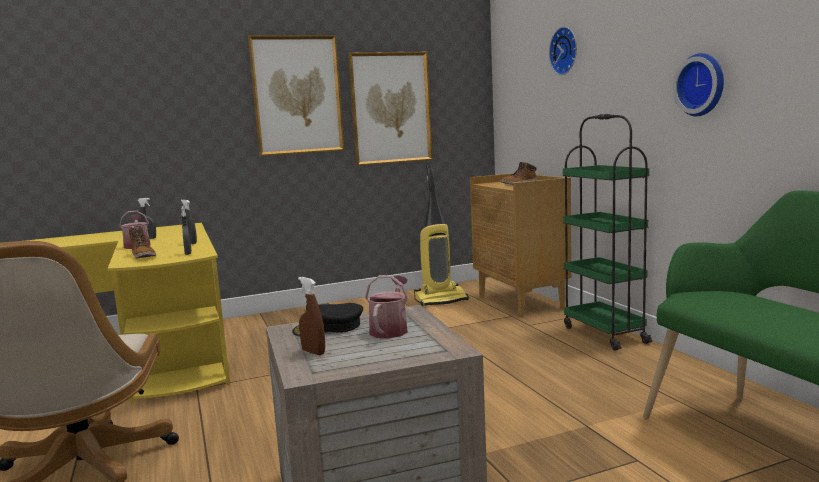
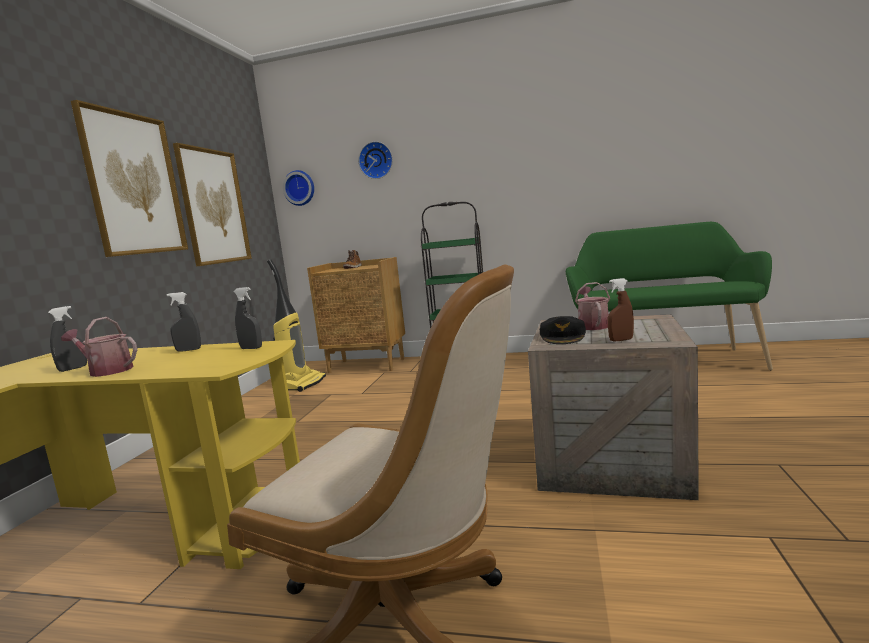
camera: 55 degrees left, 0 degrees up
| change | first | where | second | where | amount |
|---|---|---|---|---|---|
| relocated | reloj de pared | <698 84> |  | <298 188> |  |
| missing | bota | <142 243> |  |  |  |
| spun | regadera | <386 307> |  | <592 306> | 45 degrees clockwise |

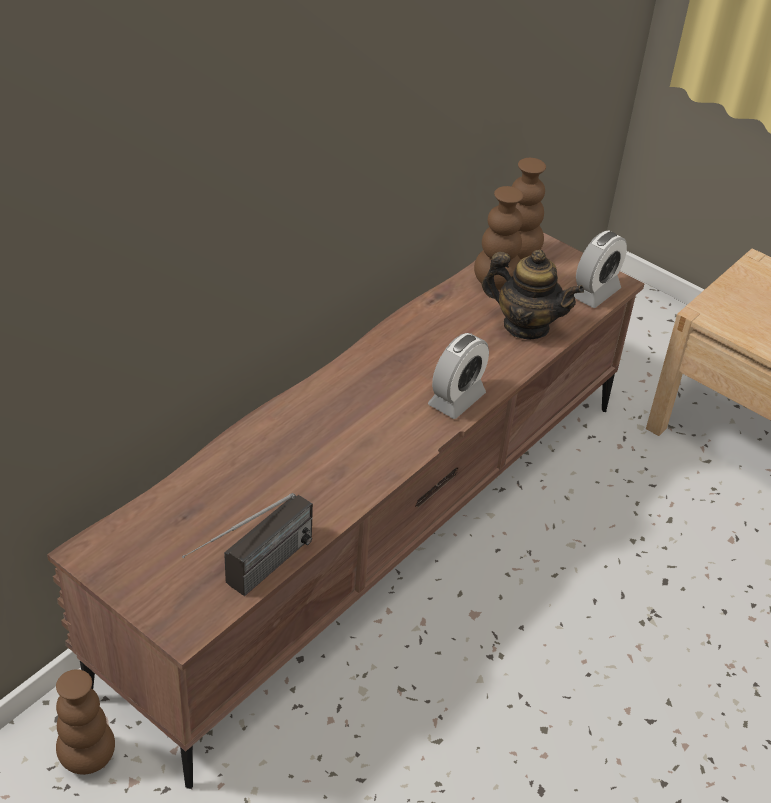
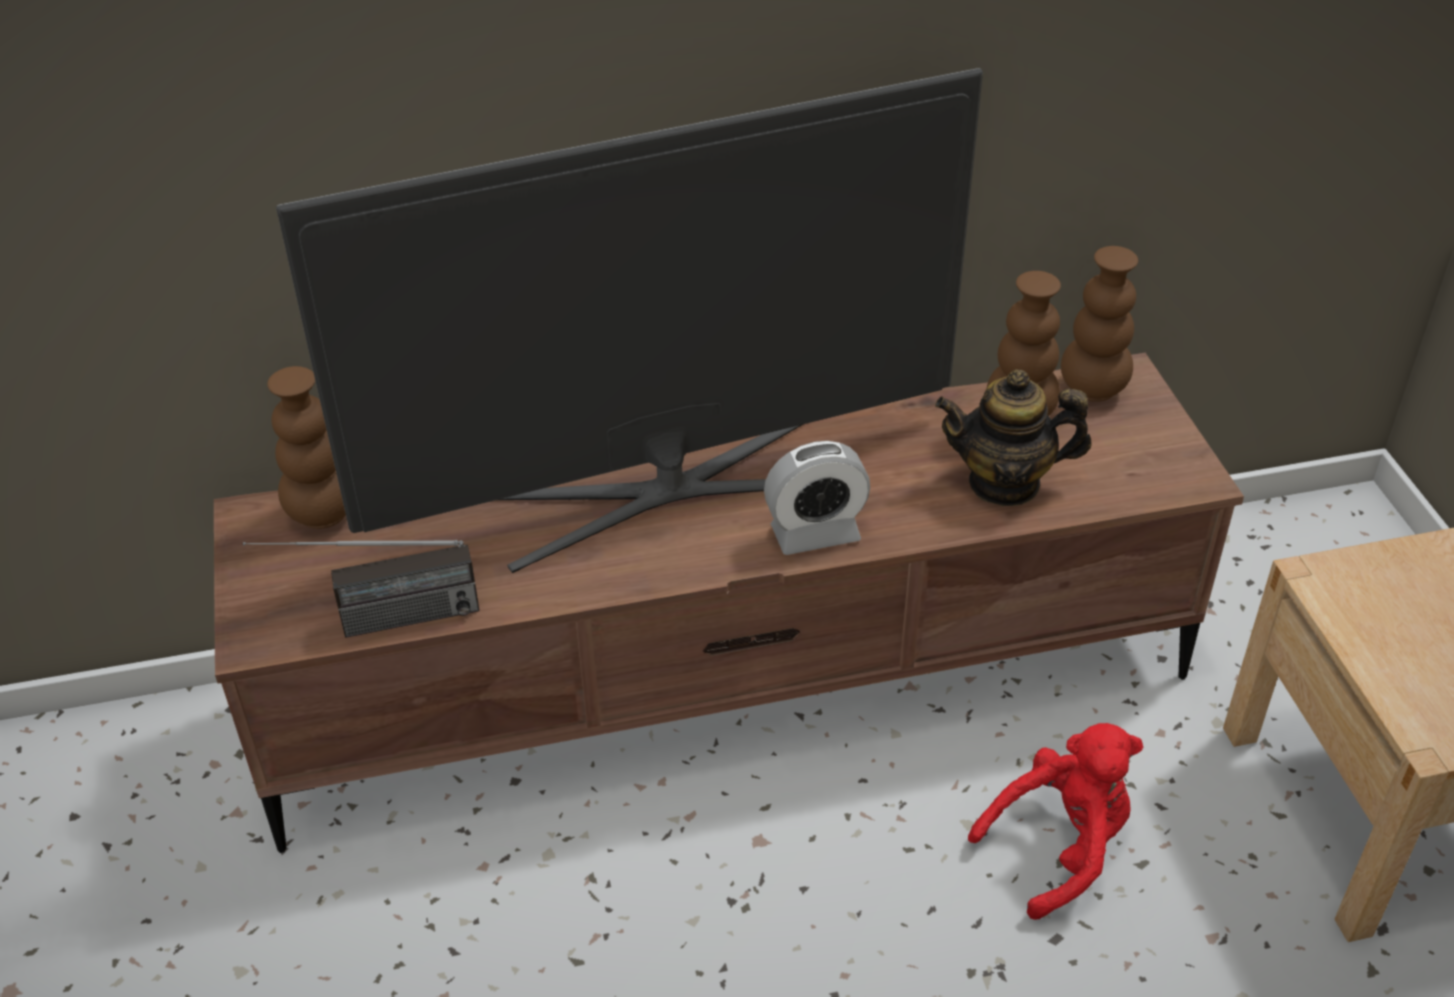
camera: 40 degrees right, 0 degrees up
| change | first | where | second | where | amount |
|---|---|---|---|---|---|
| missing | despertador | <600 269> |  |  |  |
| spun | tetera | <533 294> |  | <1013 437> | 120 degrees clockwise |
| relocated | florero [marrón] | <85 722> |  | <306 447> |  |
| appeared |  |  | televisor | <629 320> |  |
| appeared |  |  | peluche [rojo] | <1055 821> |  |

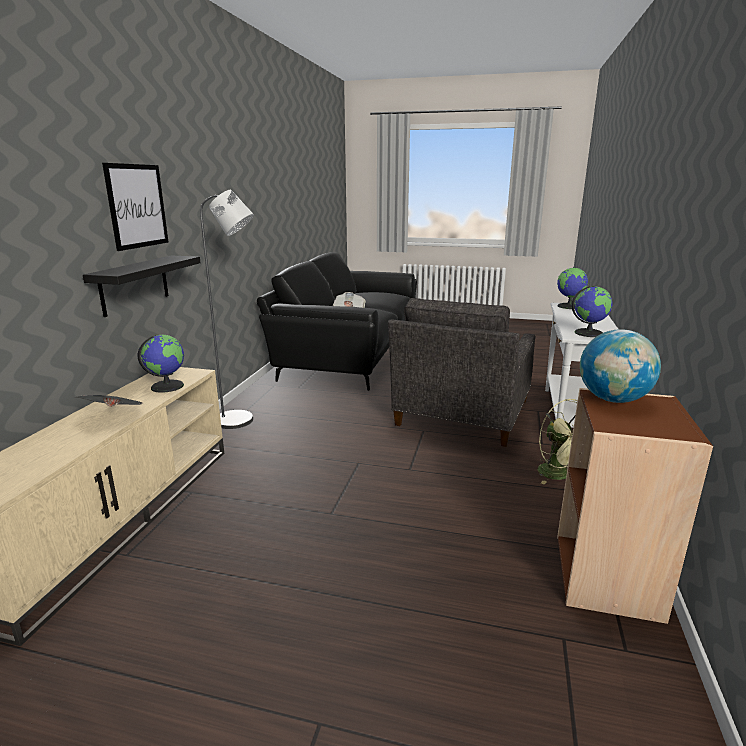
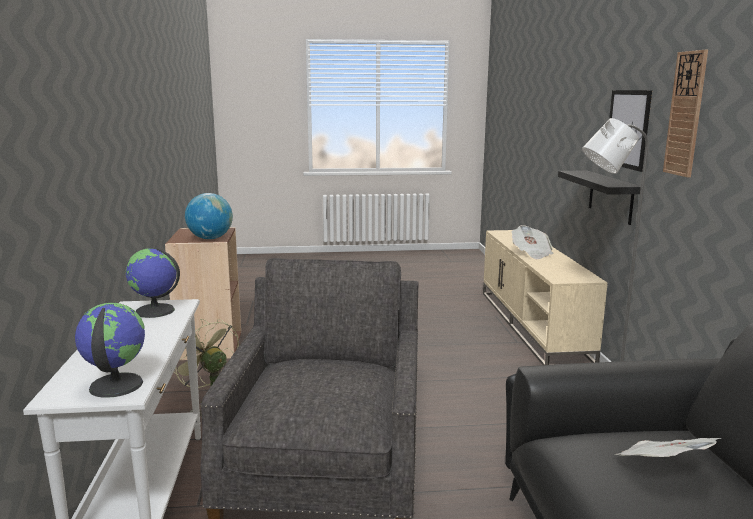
camera: 160 degrees right, 5 degrees down
| change | first | where | second | where | amount |
|---|---|---|---|---|---|
| missing | globo terráqueo | <161 364> |  |  |  |
| appeared |  |  | reloj de pared | <685 113> |  |

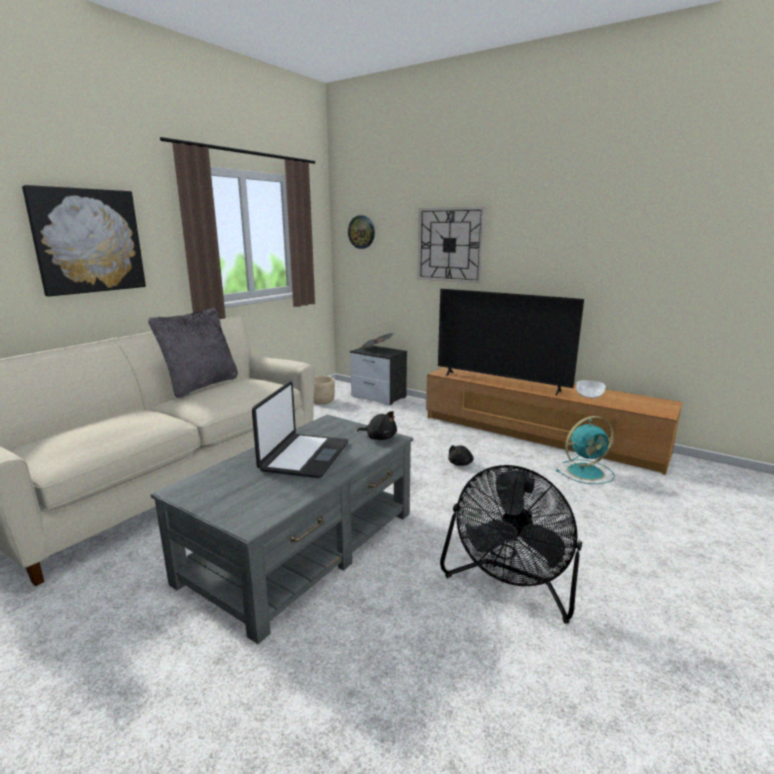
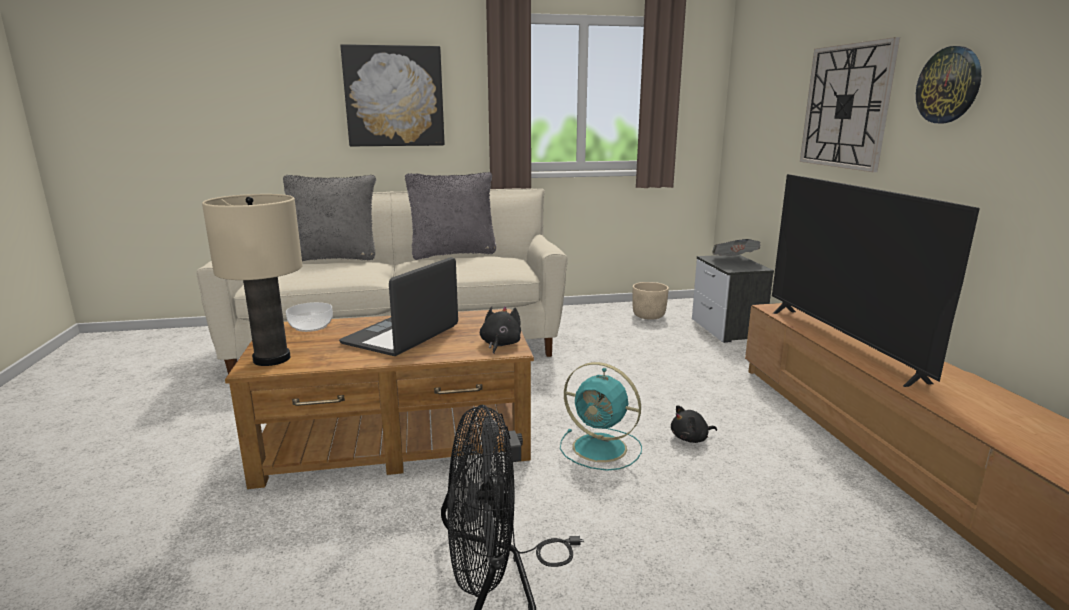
camera: 45 degrees right, 0 degrees up
| change | first | where | second | where | amount |
|---|---|---|---|---|---|
| relocated | reloj de pared | <361 232> |  | <948 84> |  |
| relocated | cuenco | <591 389> |  | <309 317> |  |
| spun | portátil | <300 429> |  | <398 306> | 150 degrees clockwise |
| spun | peluche [negro] | <377 425> |  | <500 330> | 150 degrees counterclockwise |
| colour | mesa de centro [gris] | <282 529> | mesa de centro [marrón] | <379 399> |  |
| relocated | ventilador [turquesa] | <585 450> |  | <601 416> |  |
| appeared |  |  | cojín [gris] | <329 218> |  |
| appeared |  |  | lámpara de mesa [beis] | <252 280> |  |

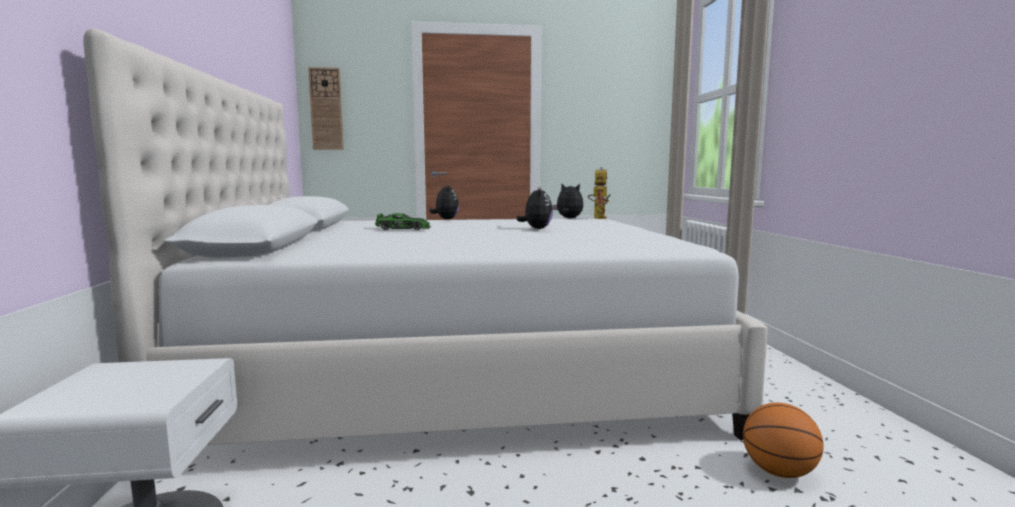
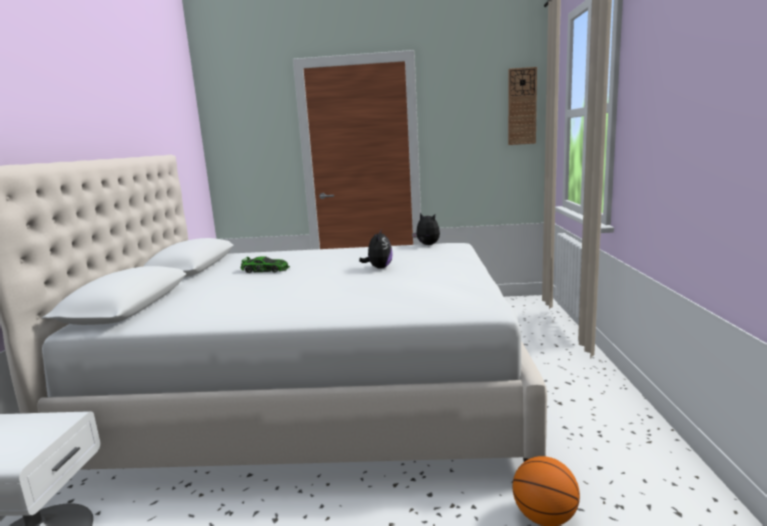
camera: 10 degrees right, 5 degrees up
| change | first | where | second | where | amount |
|---|---|---|---|---|---|
| relocated | reloj de pared | <326 108> |  | <522 106> |  |
| missing | robot de juguete | <599 193> |  |  |  |
| missing | peluche | <444 201> |  |  |  |

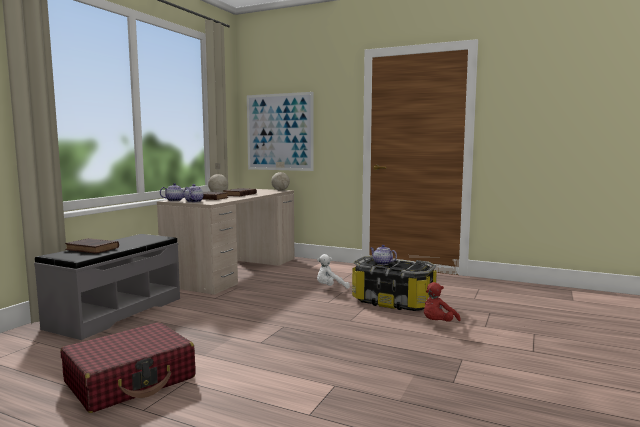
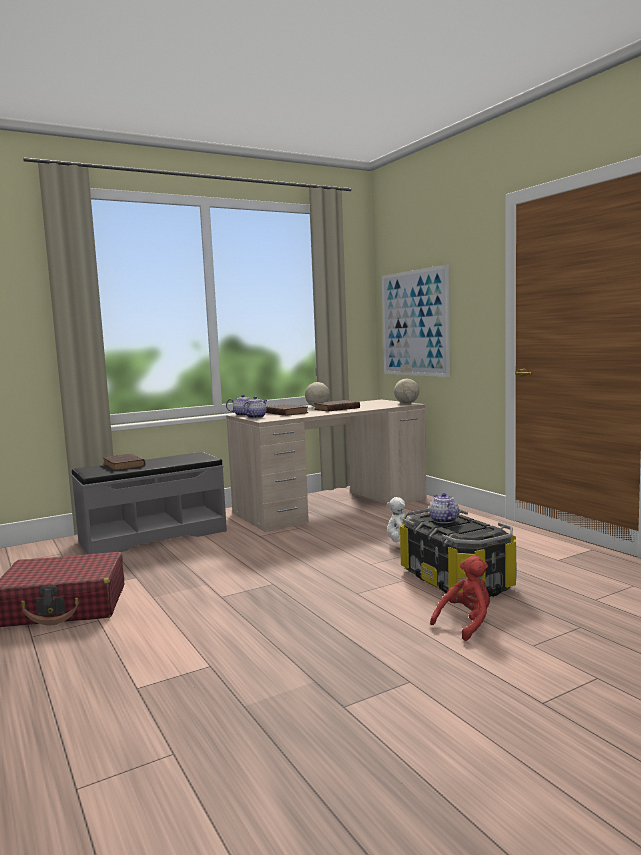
camera: 35 degrees right, 0 degrees up
| change | first | where | second | where | amount |
|---|---|---|---|---|---|
| spun | peluche [rojo] | <442 302> |  | <460 598> | 150 degrees clockwise |

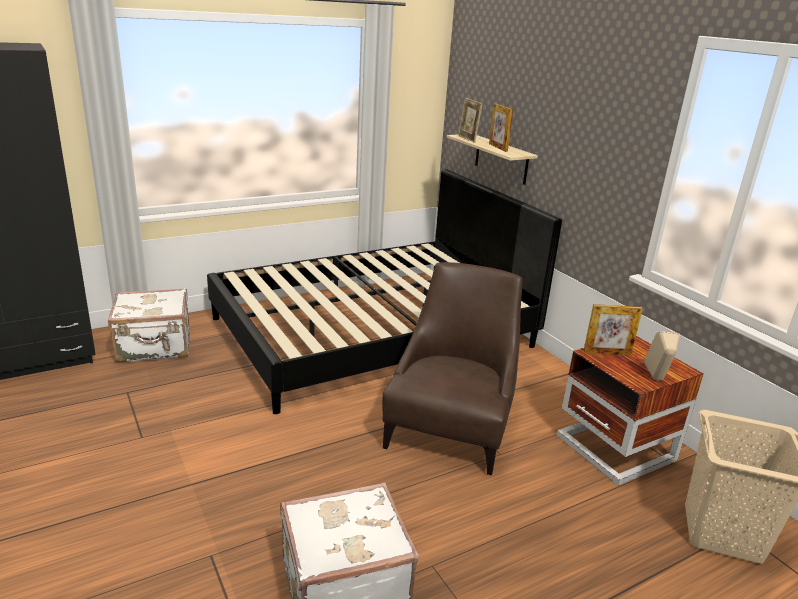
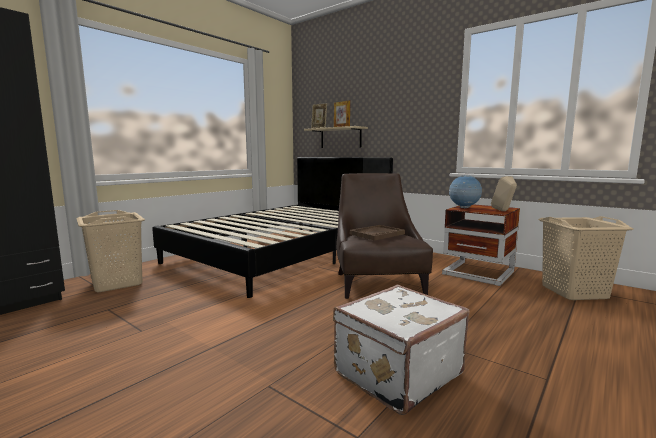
camera: 20 degrees left, 15 degrees down
| change | first | where | second | where | amount |
|---|---|---|---|---|---|
| exchanged | maleta [blanco] | <149 325> | cesto de la ropa [beis] | <110 251> |  |
| exchanged | portarretratos | <613 330> | globo terráqueo | <465 191> |  |
| appeared |  |  | bandeja [marrón] | <377 233> |  |

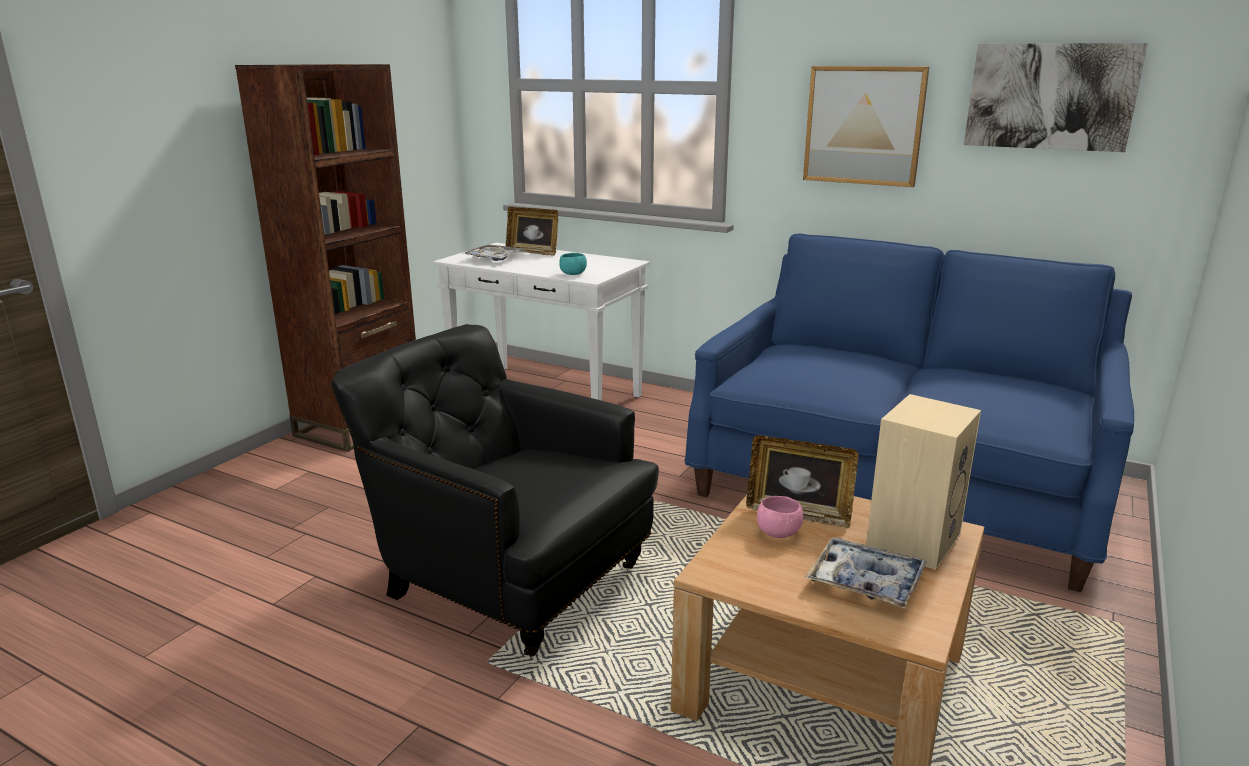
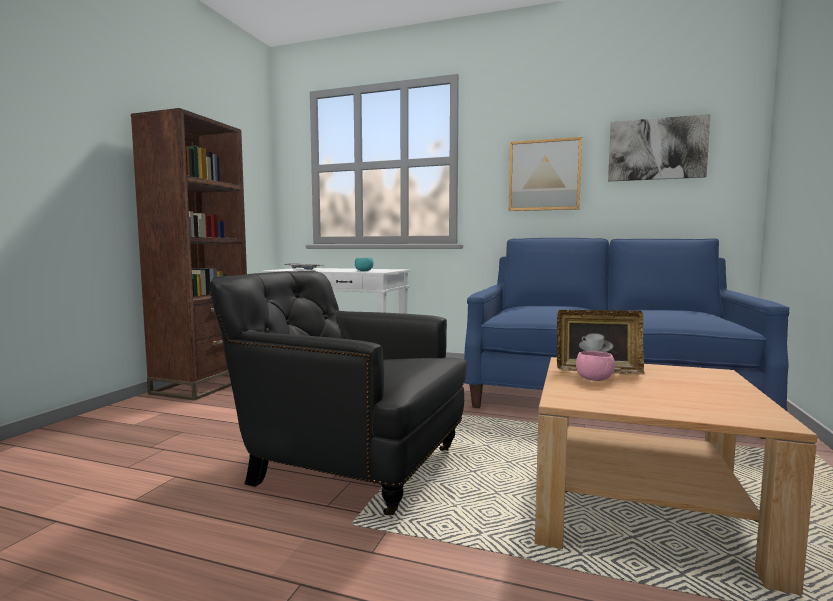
camera: 10 degrees left, 15 degrees down
| change | first | where | second | where | amount |
|---|---|---|---|---|---|
| missing | portarretratos | <532 231> |  |  |  |
| missing | altavoz [beis] | <923 482> |  |  |  |
| missing | bandeja | <866 572> |  |  |  |

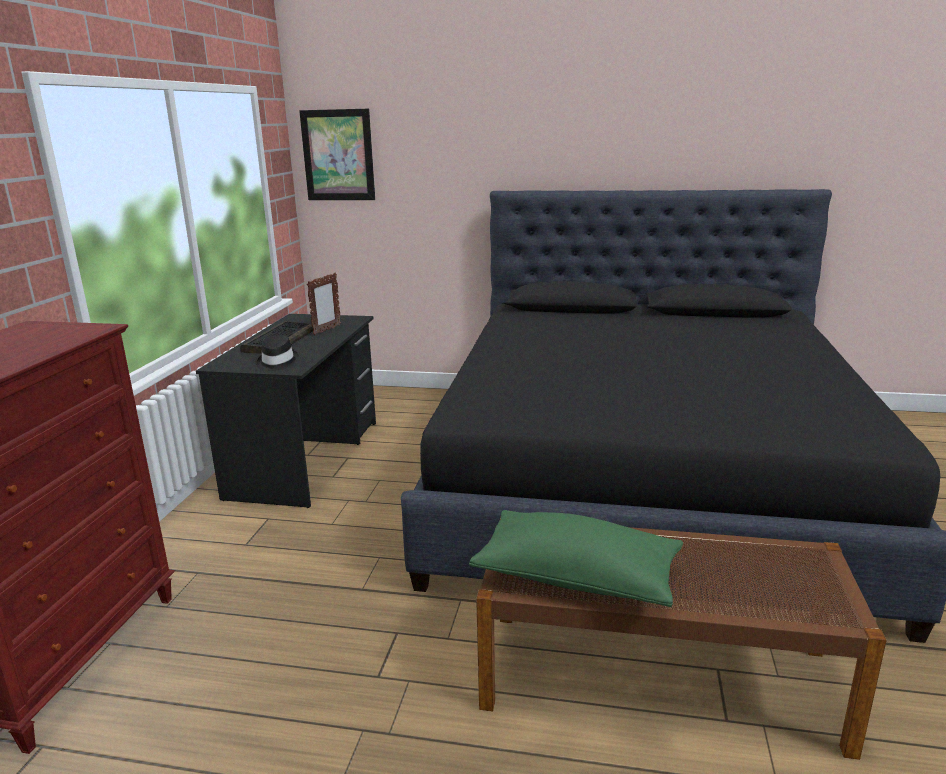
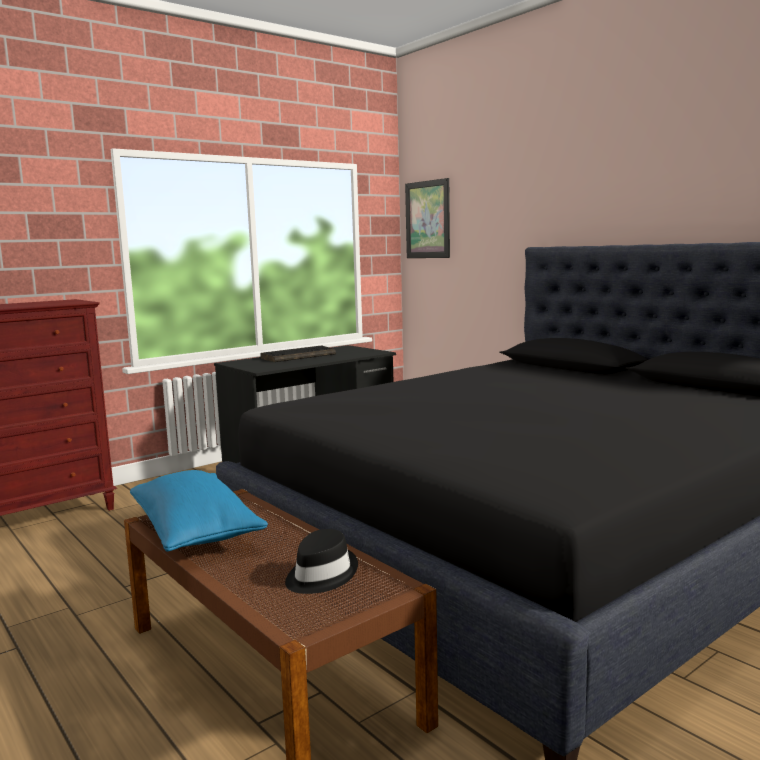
camera: 40 degrees right, 10 degrees down
| change | first | where | second | where | amount |
|---|---|---|---|---|---|
| missing | portarretratos | <324 303> |  |  |  |
| relocated | sombrero [negro] | <277 353> |  | <321 561> |  |
| colour | cojín [verde] | <576 558> | cojín [azul] | <199 511> |  |

